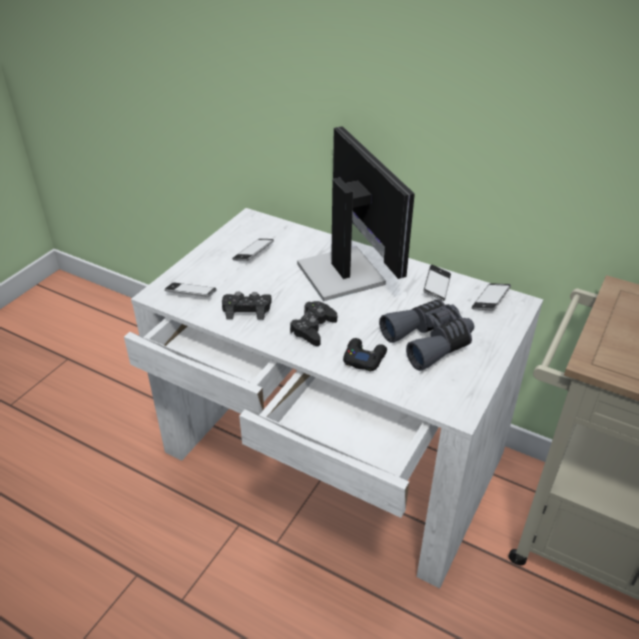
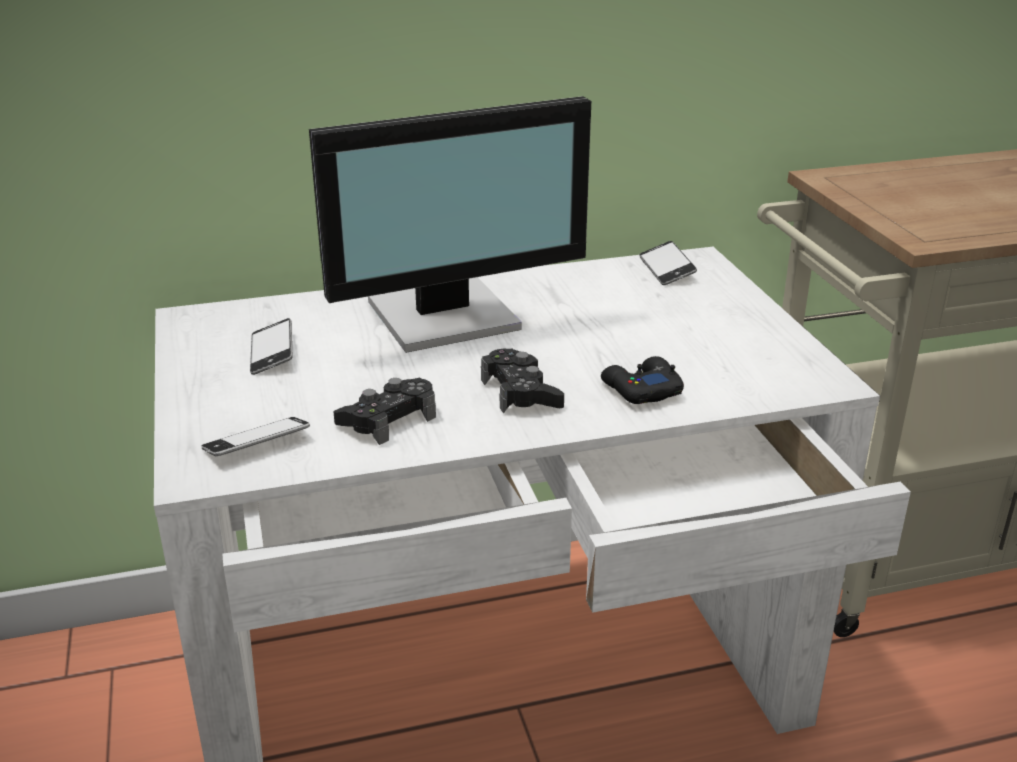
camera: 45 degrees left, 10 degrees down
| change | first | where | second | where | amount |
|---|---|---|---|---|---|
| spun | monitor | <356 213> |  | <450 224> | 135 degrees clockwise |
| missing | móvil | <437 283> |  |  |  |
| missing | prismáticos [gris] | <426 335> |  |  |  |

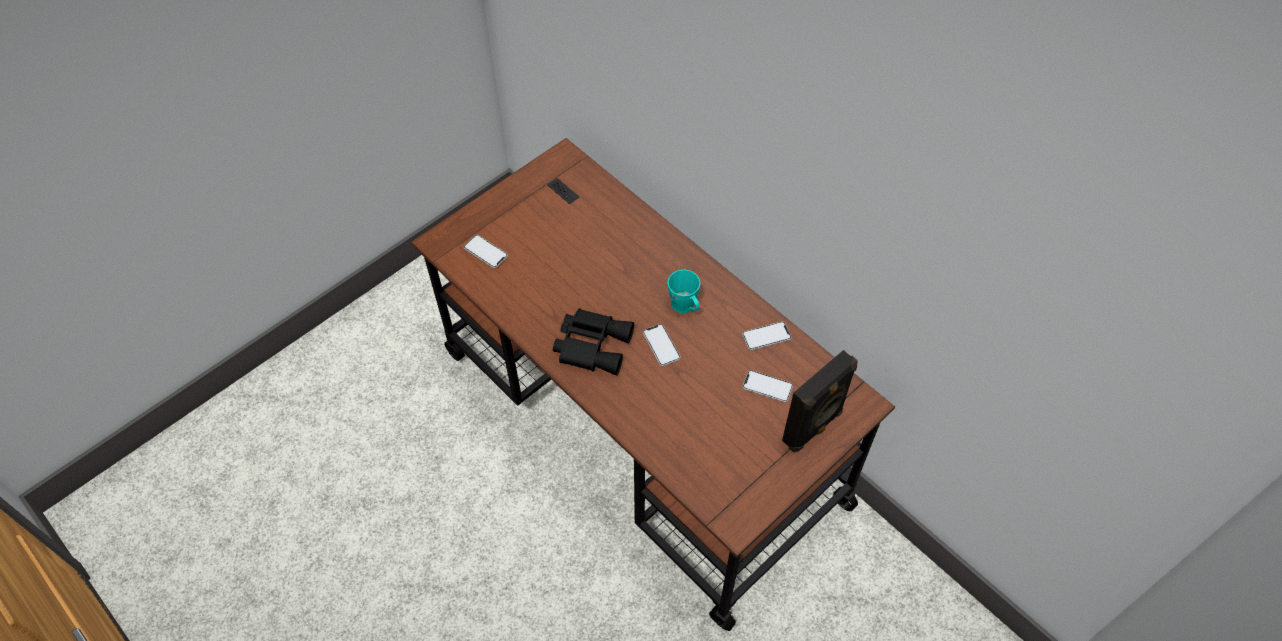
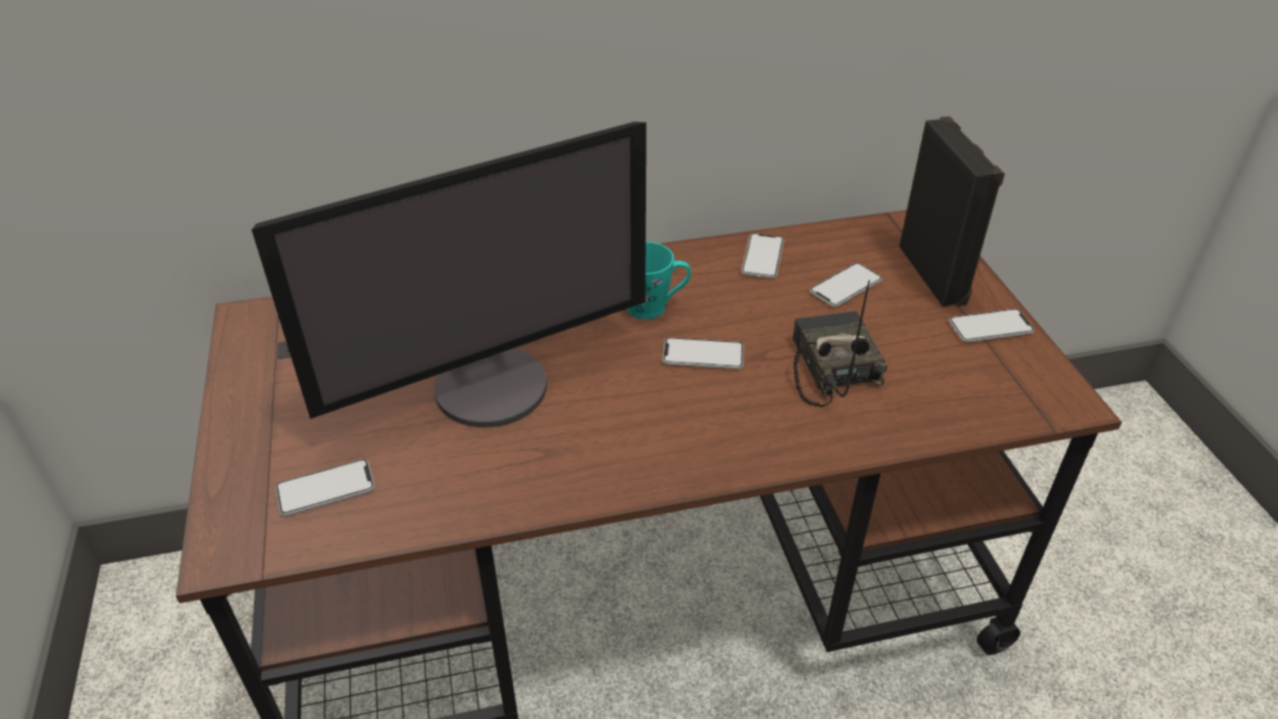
camera: 60 degrees left, 15 degrees down
| change | first | where | second | where | amount |
|---|---|---|---|---|---|
| missing | prismáticos [negro] | <593 341> |  |  |  |
| appeared |  |  | monitor | <448 274> |  |
| appeared |  |  | radio | <840 343> |  |
| appeared |  |  | móvil | <992 325> |  |

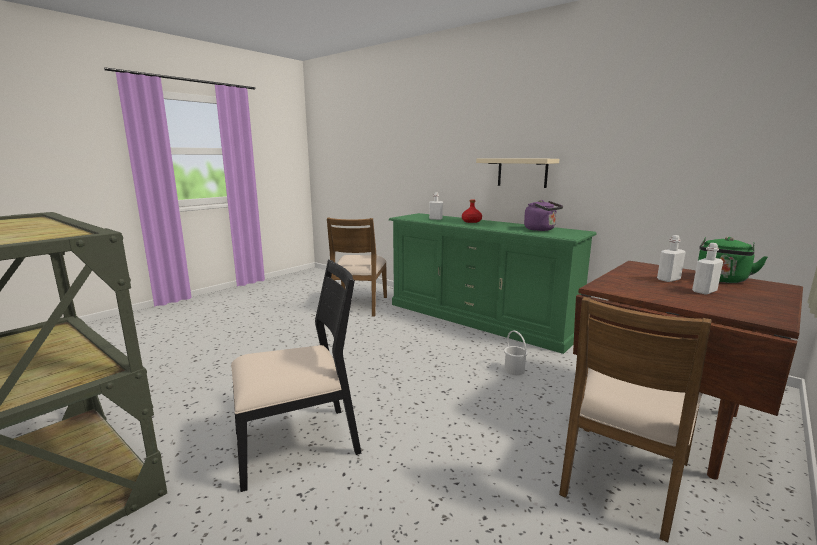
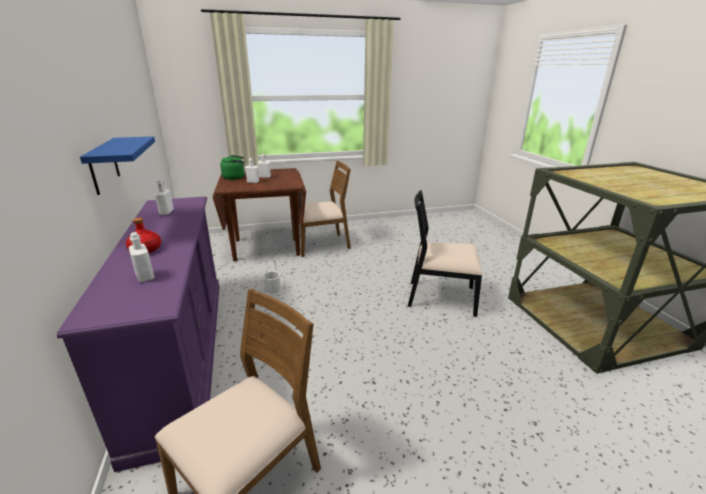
camera: 145 degrees left, 10 degrees up
| change | first | where | second | where | amount |
|---|---|---|---|---|---|
| colour | estante [beis] | <518 173> | estante [azul] | <117 165> |  |
| exchanged | hervidor [morado] | <543 215> | botella [blanco] | <164 197> |  |
| colour | armario [verde] | <492 283> | armario [morado] | <138 334> |  |

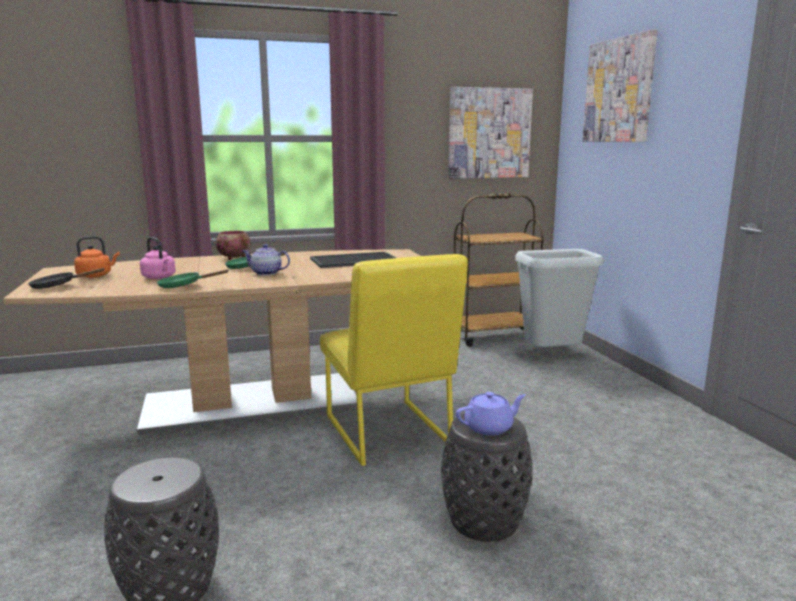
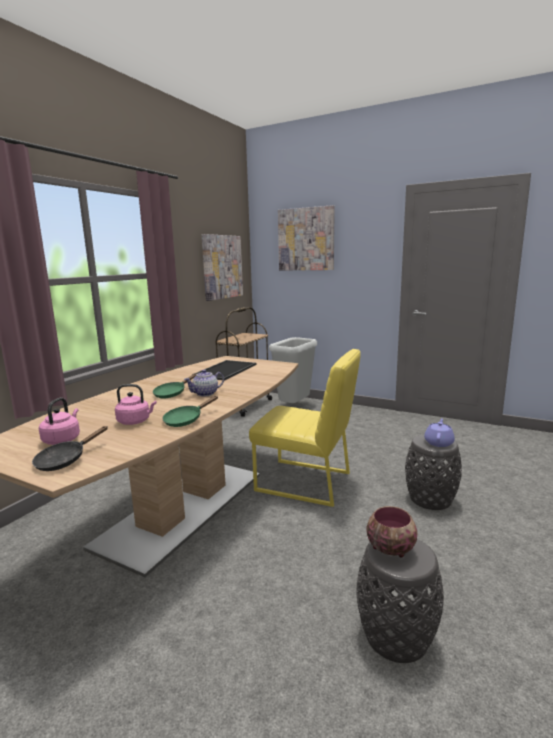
camera: 45 degrees left, 0 degrees up
| change | first | where | second | where | amount |
|---|---|---|---|---|---|
| relocated | cuenco | <233 245> |  | <392 531> |  |
| colour | hervidor [naranja] | <97 257> | hervidor [rosa] | <59 421> |  |

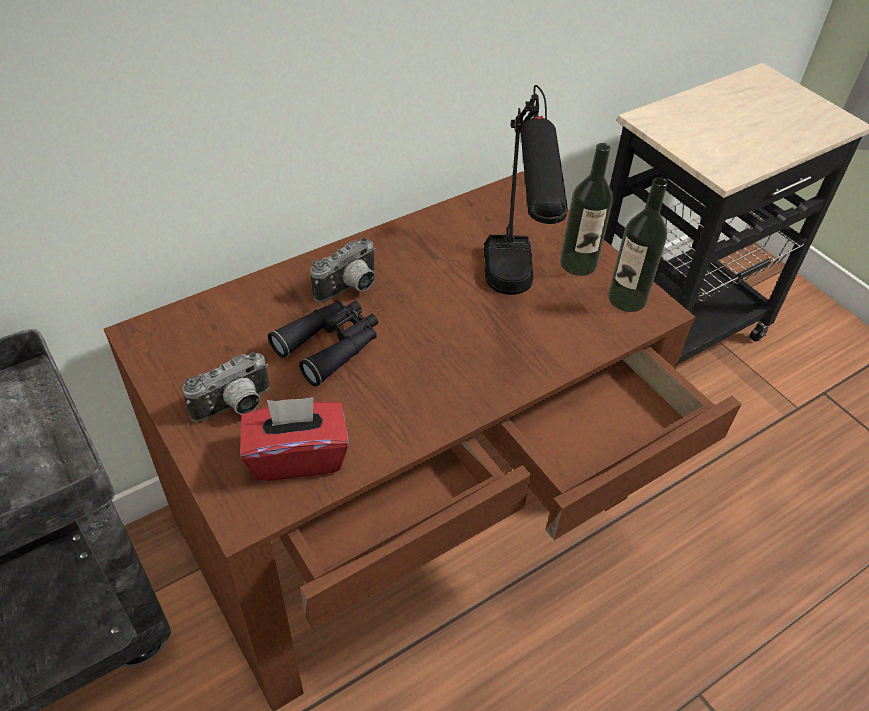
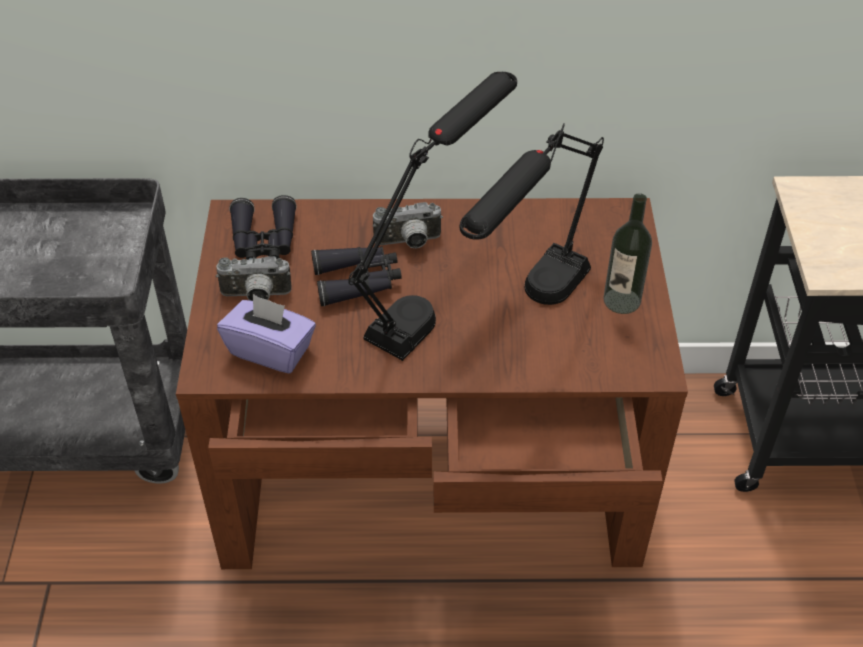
camera: 35 degrees right, 0 degrees up
| change | first | where | second | where | amount |
|---|---|---|---|---|---|
| missing | botella | <638 244> |  |  |  |
| colour | caja de pañuelos [rojo] | <294 439> | caja de pañuelos [morado] | <266 333> |  |
| appeared |  |  | lámpara de mesa [negro] | <432 216> |  |
| appeared |  |  | prismáticos [negro] | <263 227> |  |

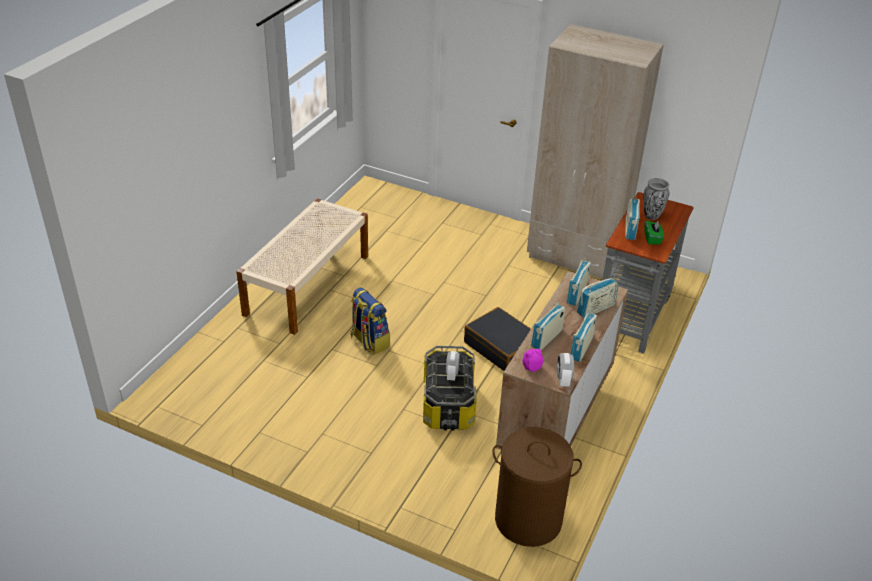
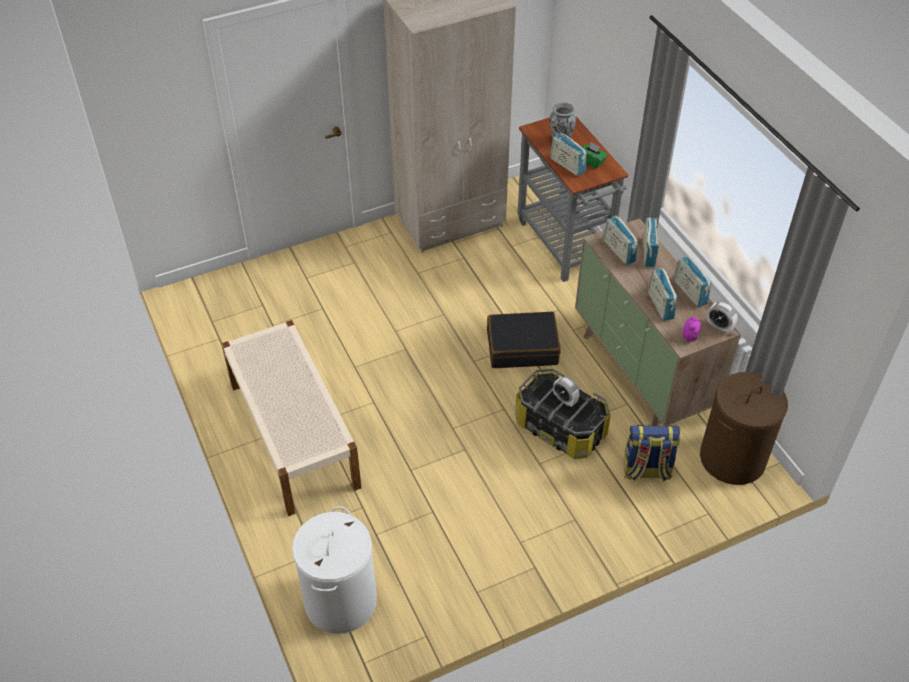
camera: 50 degrees left, 10 degrees up
| change | first | where | second | where | amount |
|---|---|---|---|---|---|
| relocated | mochila | <369 321> |  | <652 453> |  |
| appeared |  |  | cesto de la ropa [blanco] | <334 569> |  |

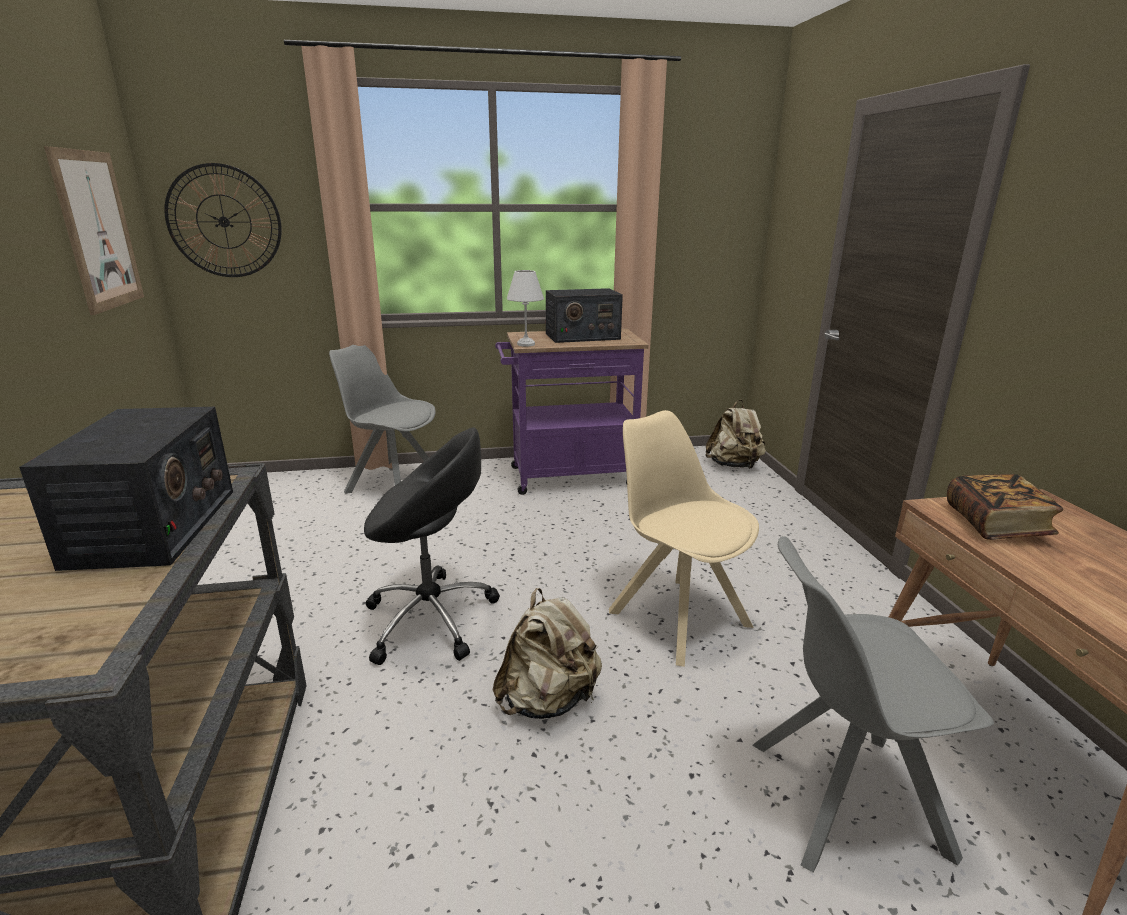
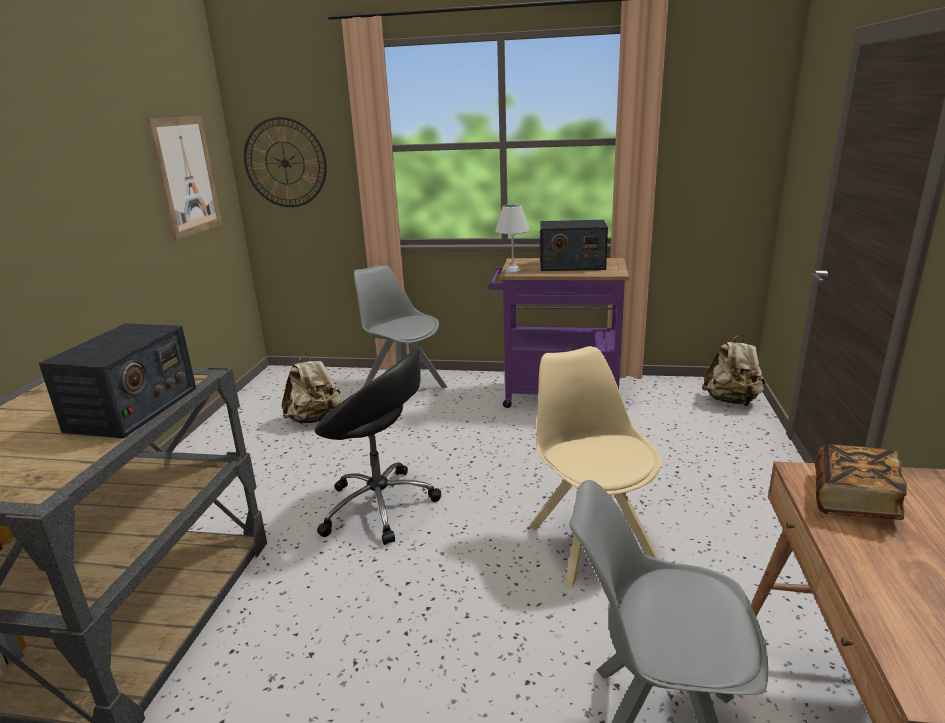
camera: 20 degrees right, 0 degrees up
| change | first | where | second | where | amount |
|---|---|---|---|---|---|
| relocated | mochila [beis] | <547 653> |  | <312 388> |  |

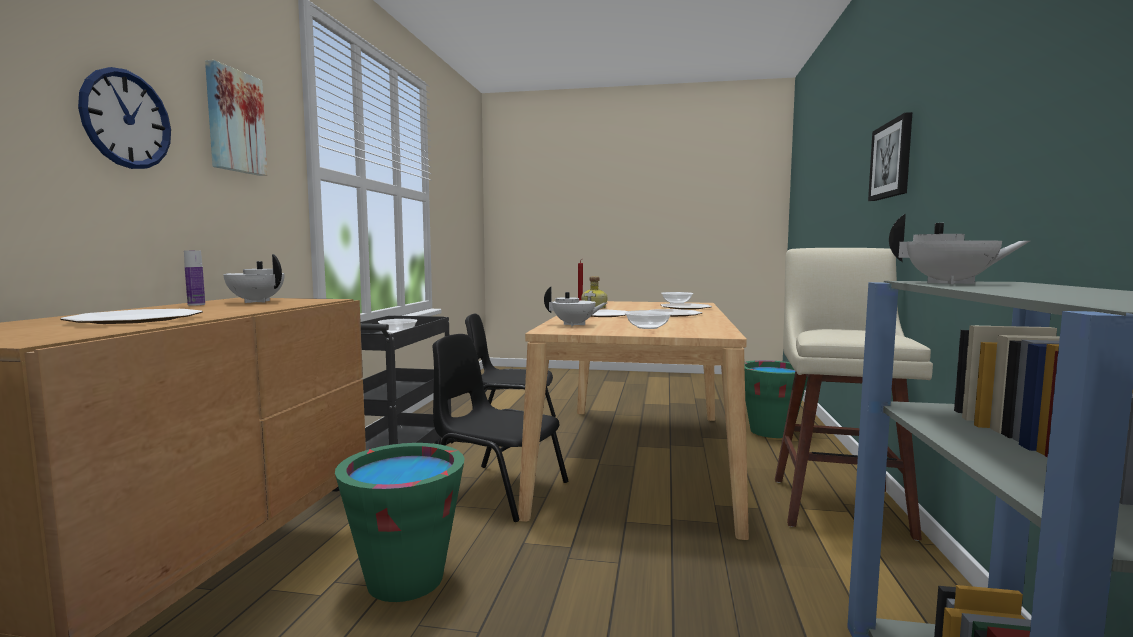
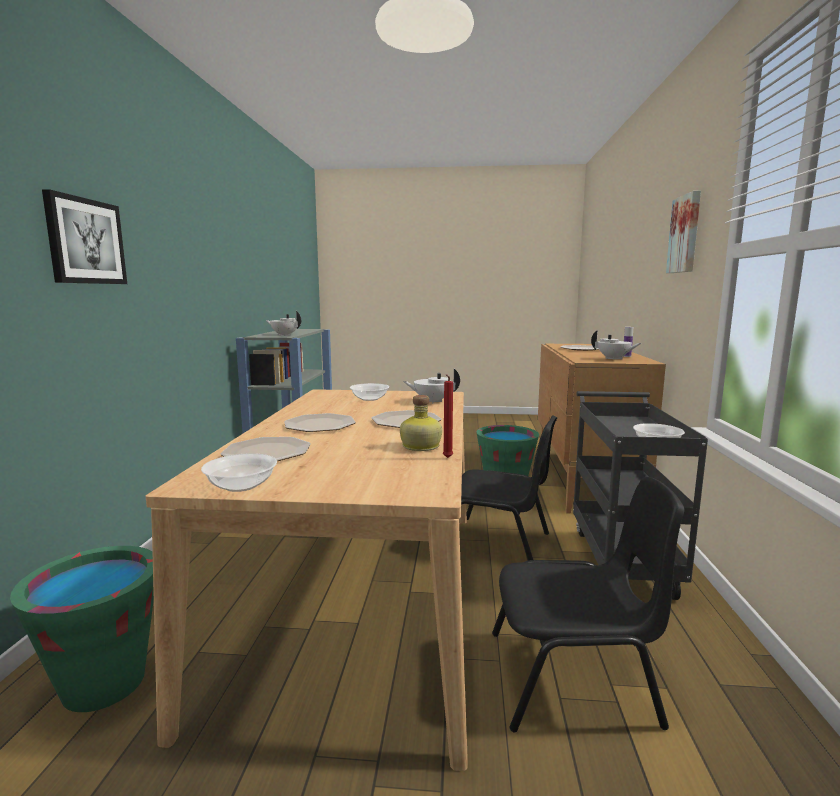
camera: 175 degrees right, 5 degrees up
| change | first | where | second | where | amount |
|---|---|---|---|---|---|
| missing | reloj de pared | <124 118> |  |  |  |
| missing | taburete [beis] | <854 394> |  |  |  |

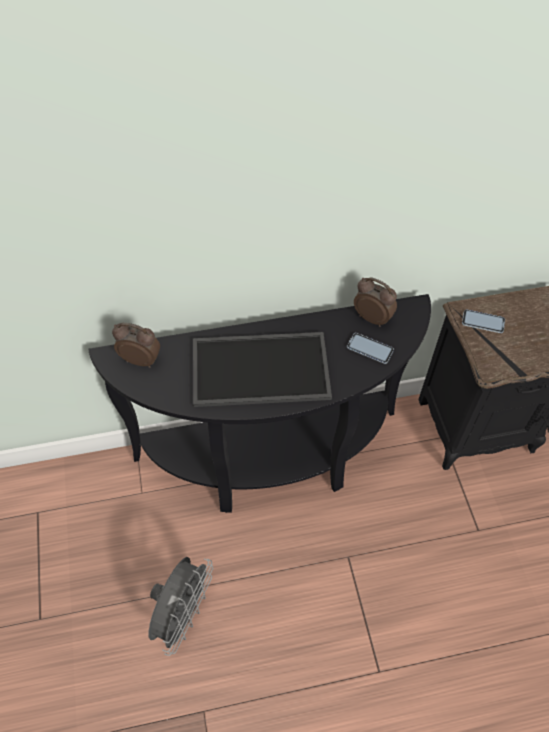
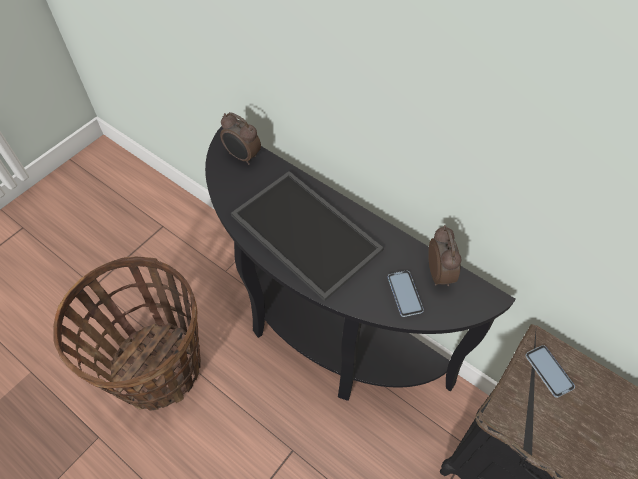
camera: 50 degrees right, 0 degrees up
| change | first | where | second | where | amount |
|---|---|---|---|---|---|
| spun | despertador | <136 345> |  | <240 138> | 150 degrees clockwise |
| exchanged | ventilador [gris] | <180 606> | cesta | <127 334> |  |

